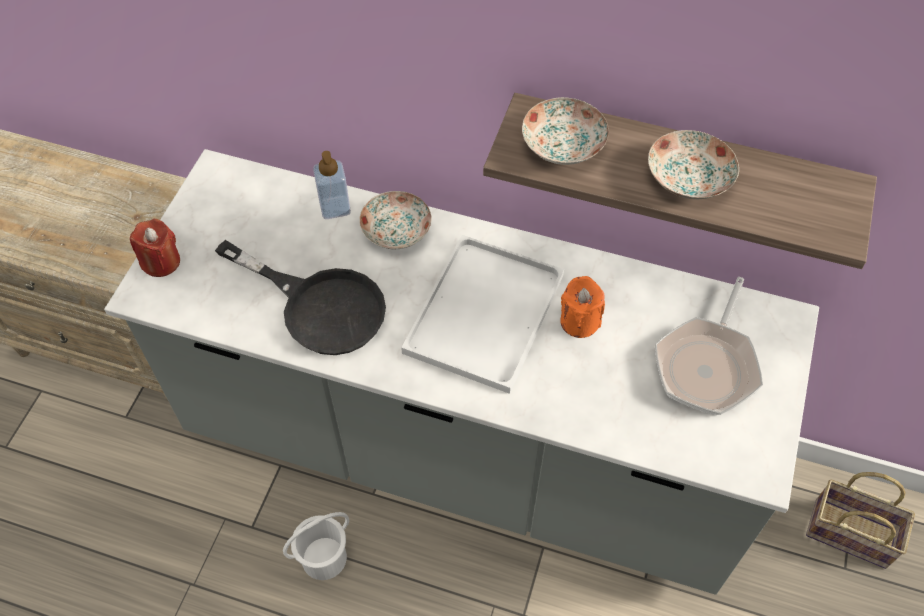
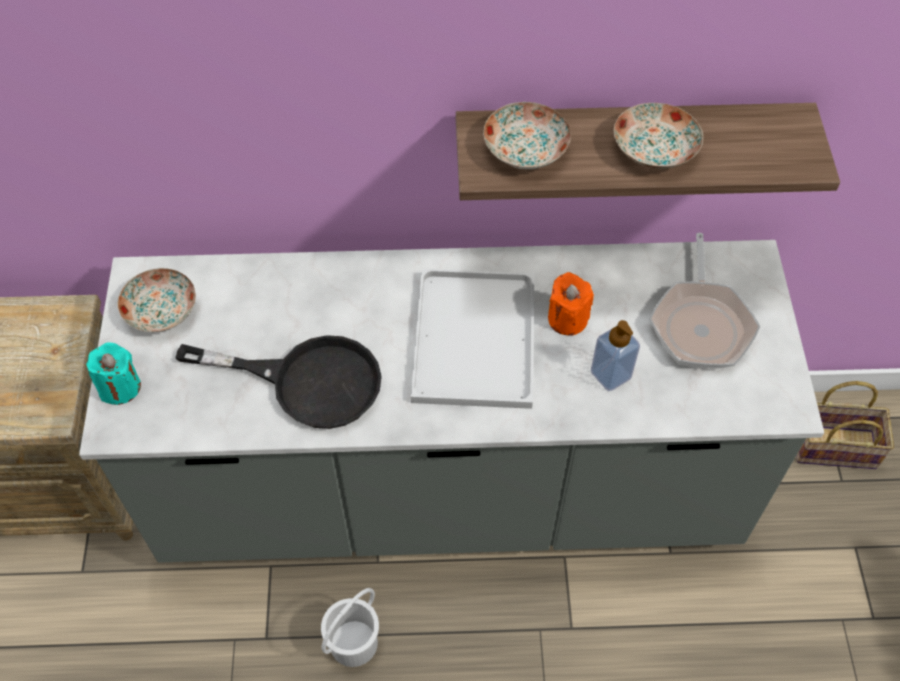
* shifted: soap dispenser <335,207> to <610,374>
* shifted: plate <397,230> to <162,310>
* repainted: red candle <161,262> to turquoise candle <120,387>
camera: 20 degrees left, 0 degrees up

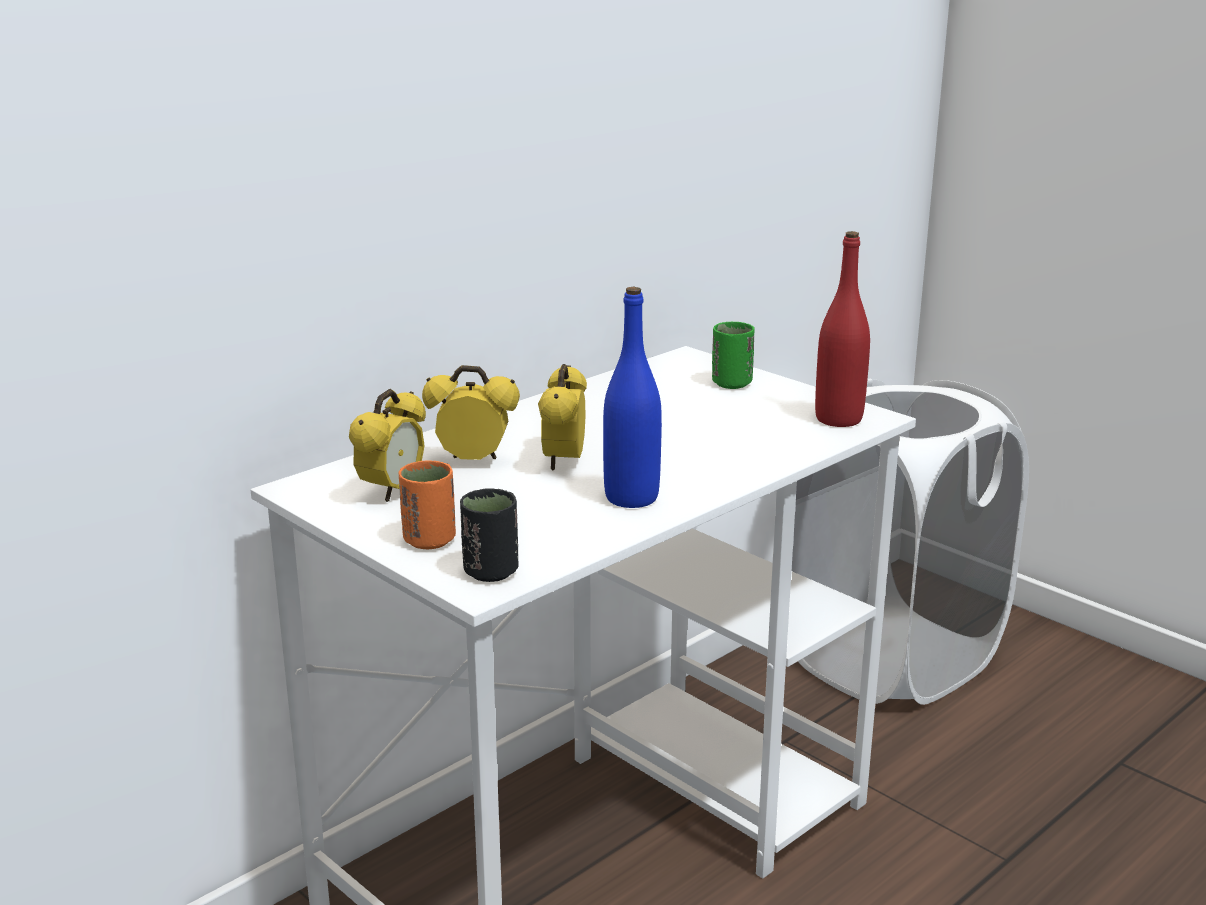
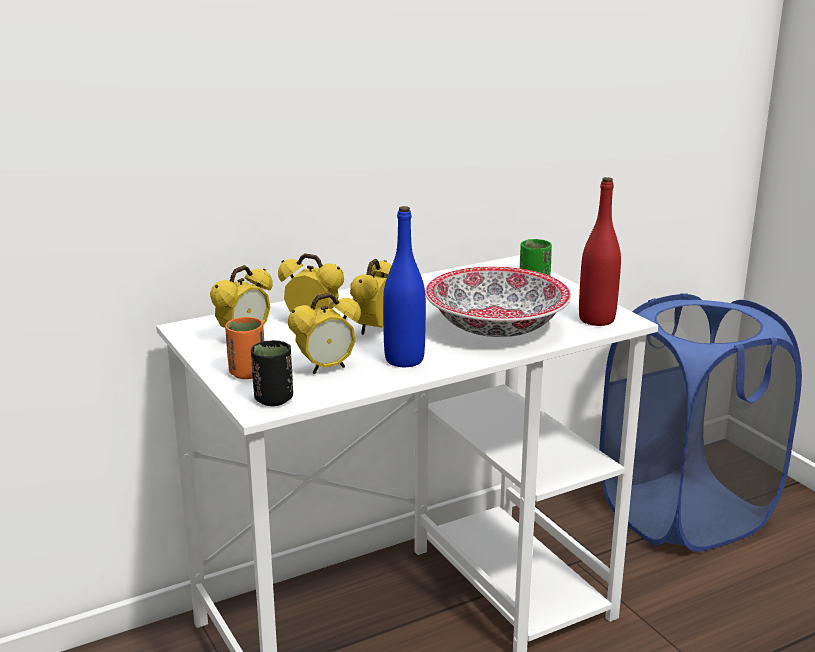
* new: alarm clock <326,368>
* new: bowl <495,327>
* repainted: white laundry basket <890,659> to blue laundry basket <685,514>
camera: 15 degrees right, 0 degrees up

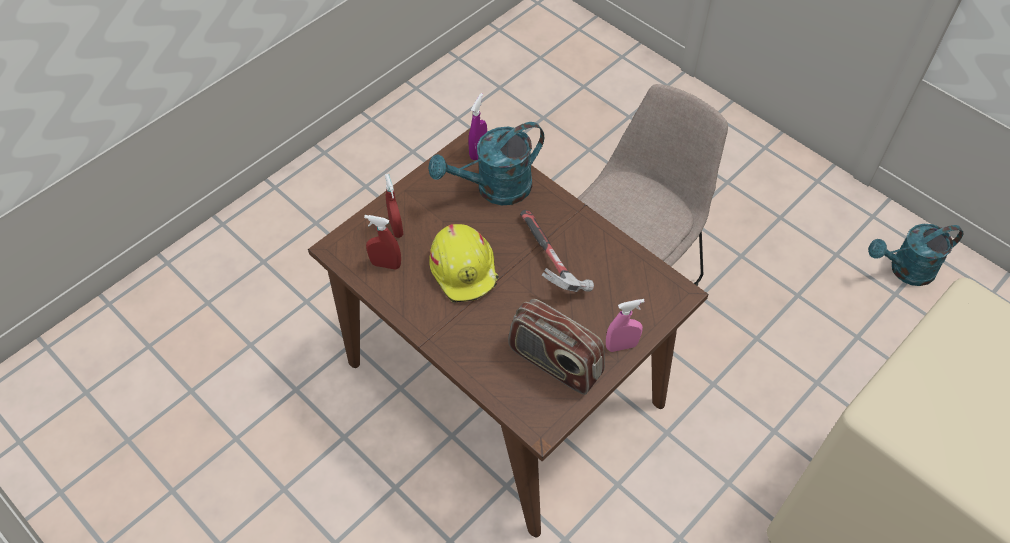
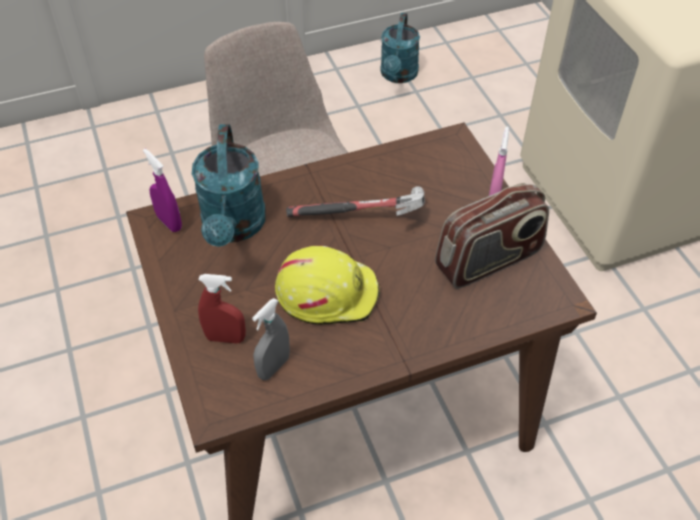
* repainted: red spray bottle <386,264> to grey spray bottle <273,367>
camera: 65 degrees left, 5 degrees down

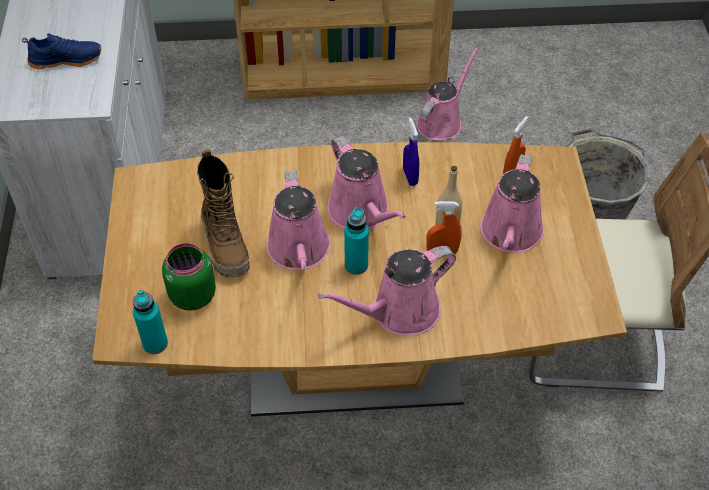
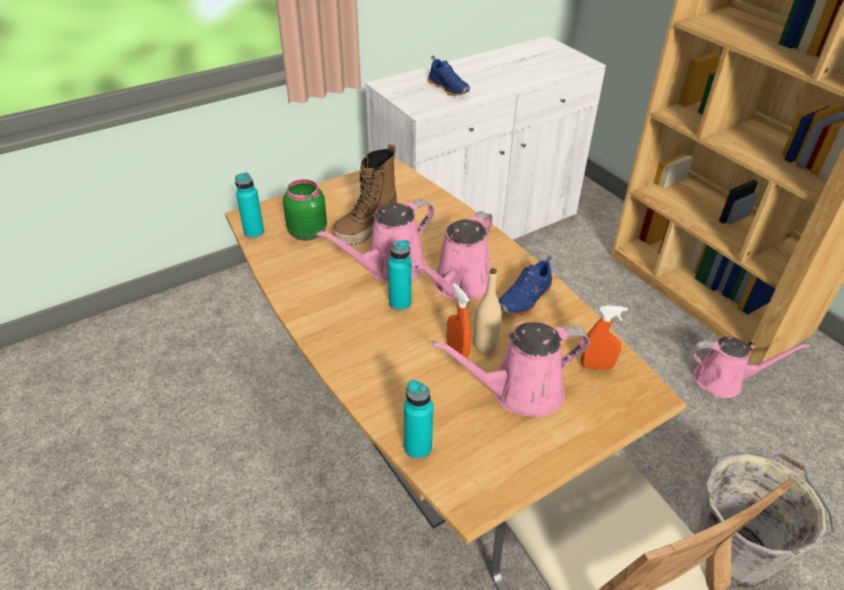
* gone: pink watering can <399,312>
* new: turquoise bottle <418,448>
* swapped: blue spray bottle <410,177> to blue shoe <526,299>
camera: 60 degrees right, 10 degrees down

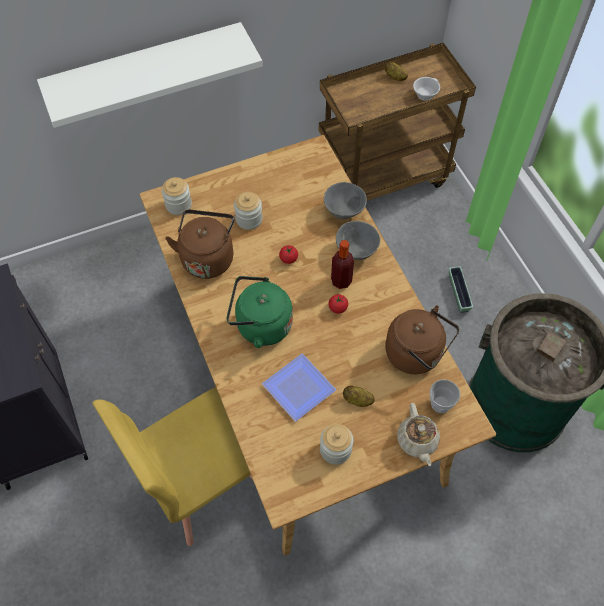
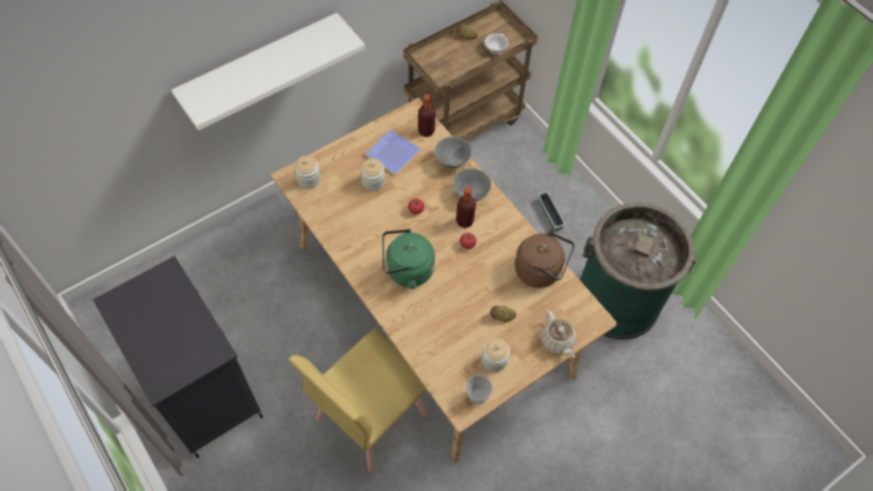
* gone: brown kettle <207,257>
* new: bottle <426,131>
* shifted: plate <296,388> to <391,153>
* shifted: cup <440,404> to <477,395>
camera: 15 degrees left, 0 degrees up

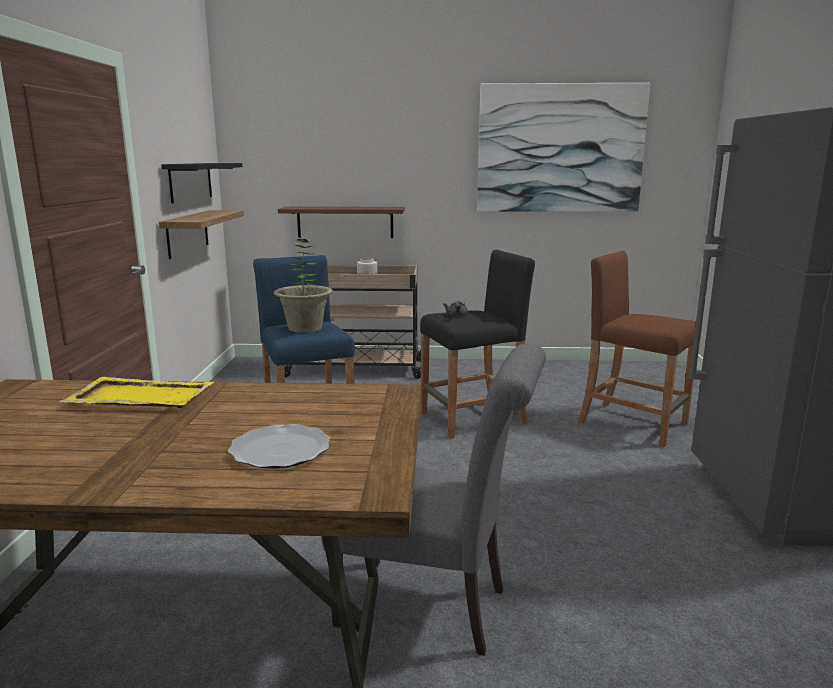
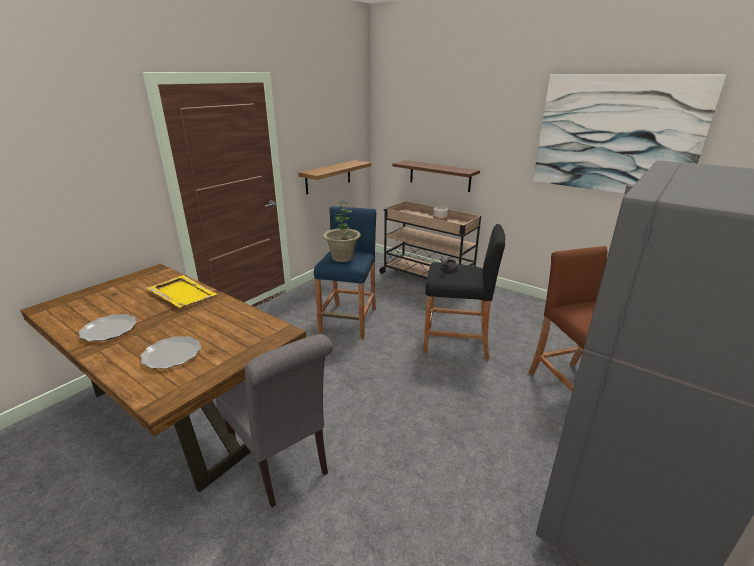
* gone: black shelf <190,181>
* new: plate <109,330>
camera: 35 degrees right, 10 degrees up

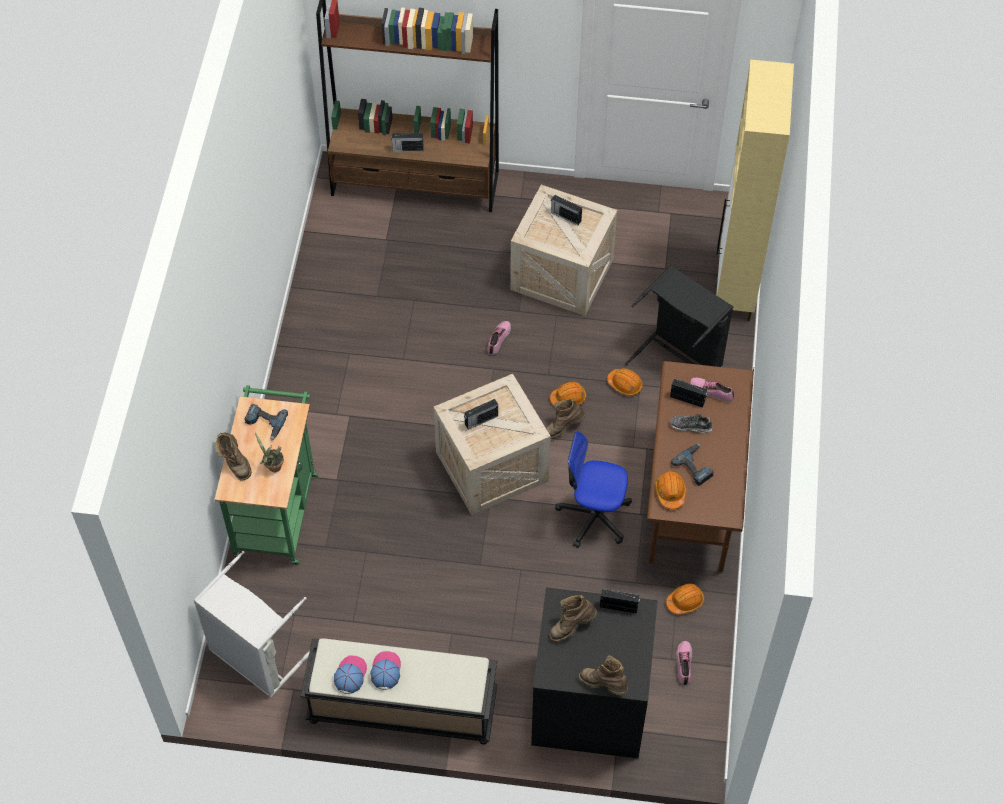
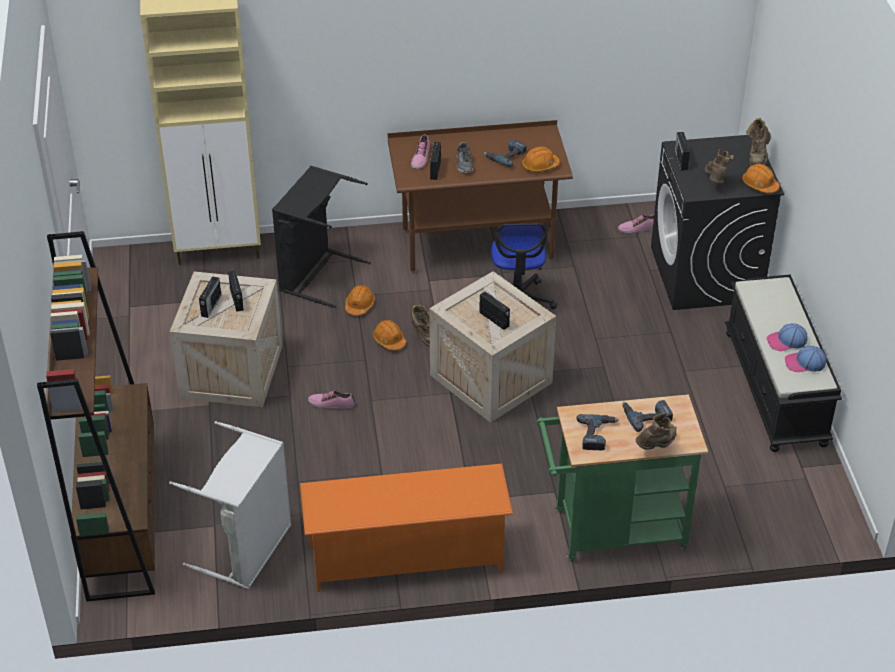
* new: orange shoe rack <406,558>
* shifted: grey laundry basket <255,657> to <248,550>
* shifted: radio <407,149> to <236,300>
* shifted: orange hard hat <685,601> to <759,185>
* swapped: potted plant <272,466> to power drill <646,416>
* rotated: brown boot <571,627> = <715,181> 135 degrees counterclockwise
camera: 105 degrees left, 15 degrees down

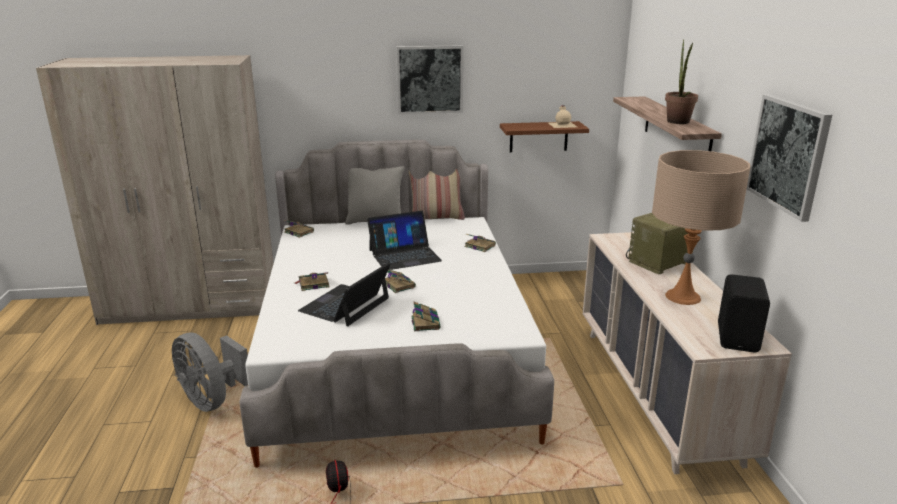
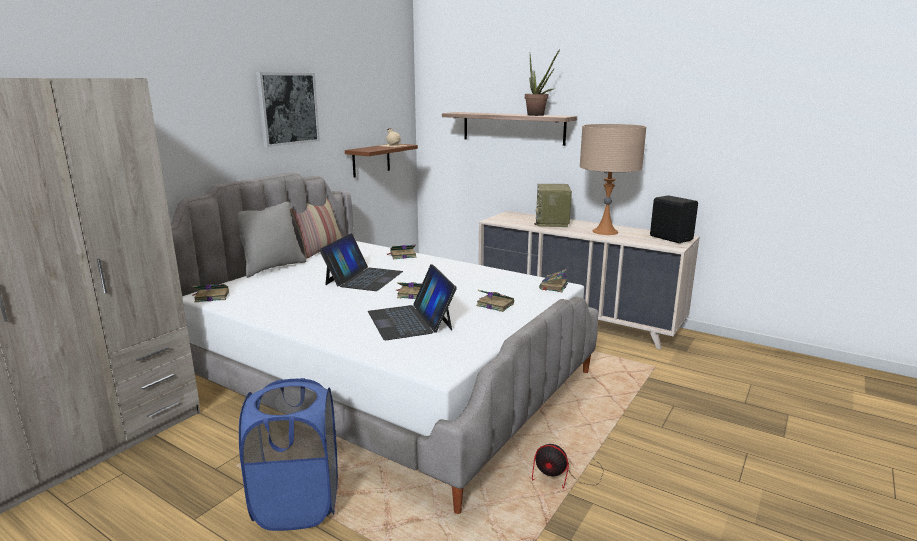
* gone: picture <788,155>
* shifted: book <313,284> to <553,286>
* swapped: grey fan <212,400> to blue laundry basket <297,504>
camera: 50 degrees left, 5 degrees down

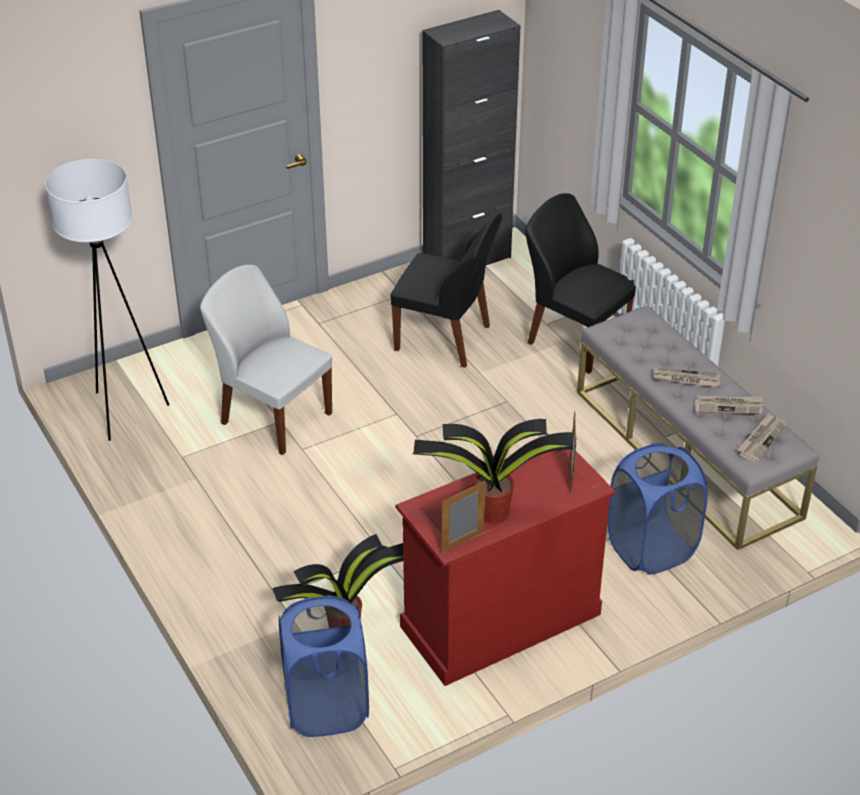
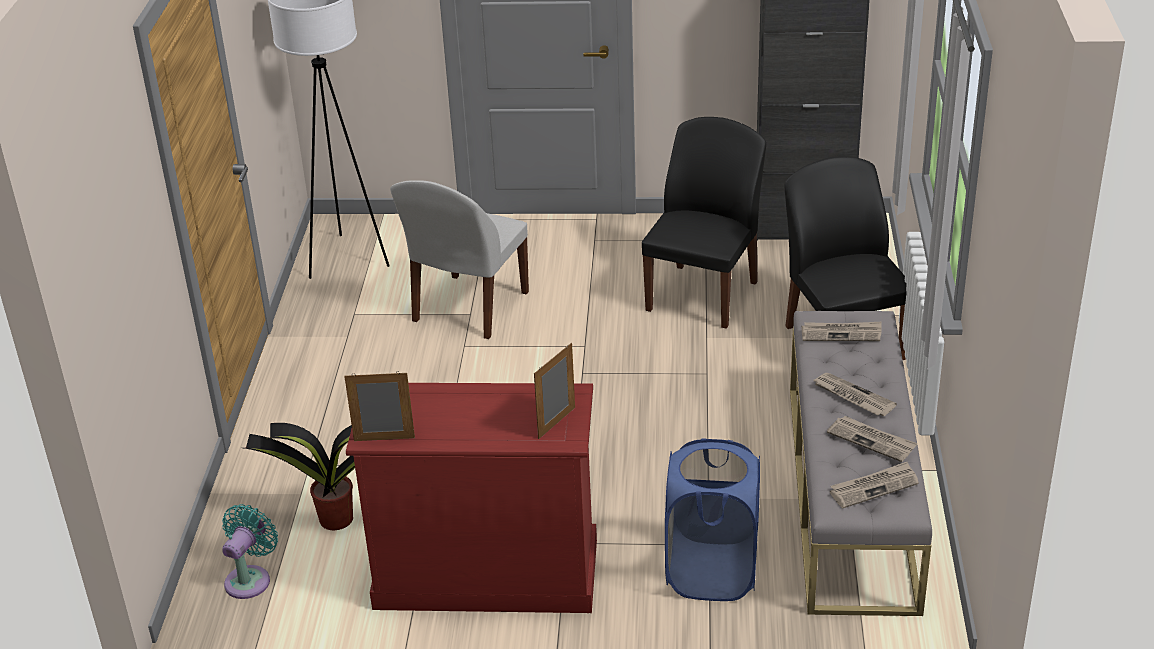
* gone: potted plant <490,512>
* new: newspaper <841,333>
* swapped: blue laundry basket <326,707> to turquoise fan <250,579>
* rotated: white chair <274,417> = <468,309> 135 degrees counterclockwise
* rotated: black chair <445,339> = <703,294> 120 degrees counterclockwise
camera: 35 degrees right, 5 degrees down

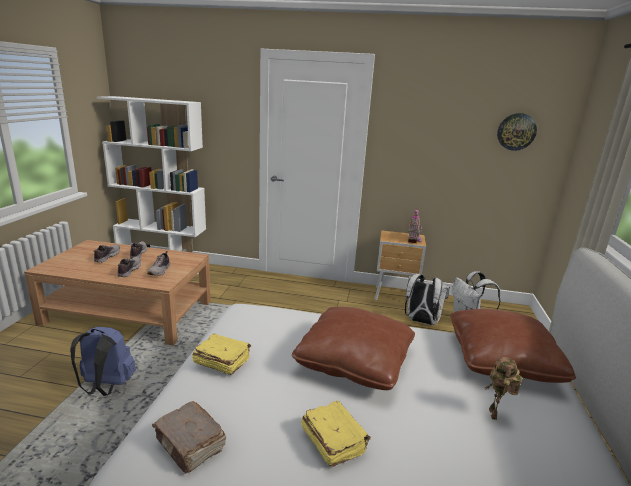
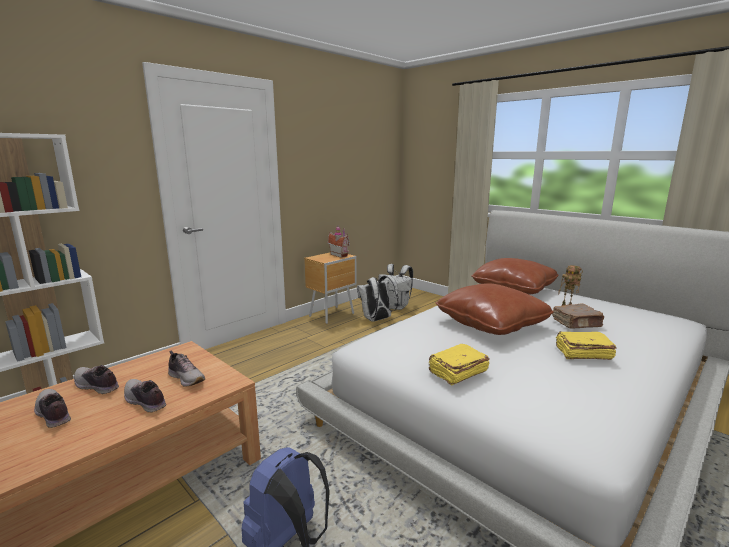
* gone: wall clock <516,132>
* shifted: brown book <190,445> to <577,324>
camera: 55 degrees left, 5 degrees down

